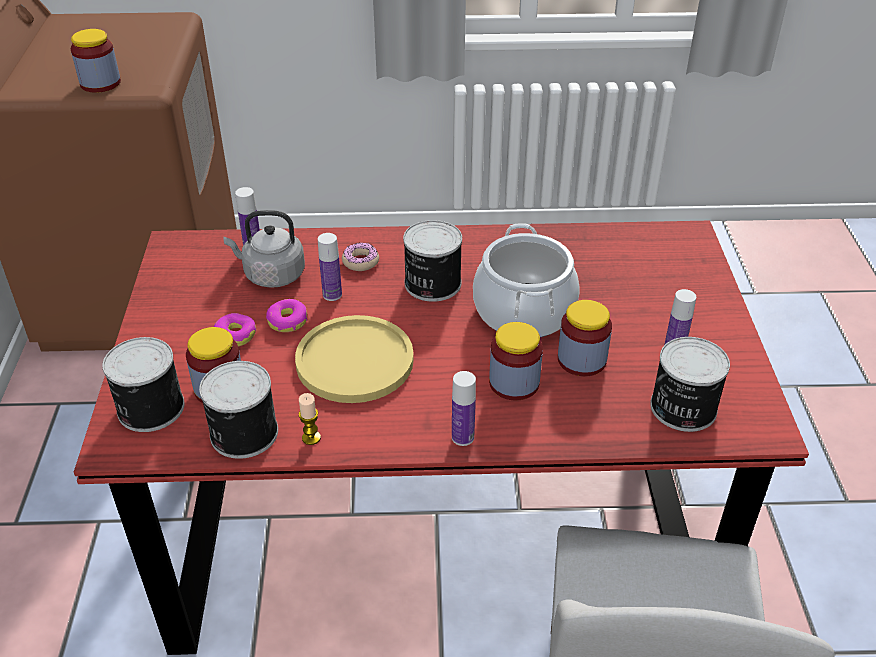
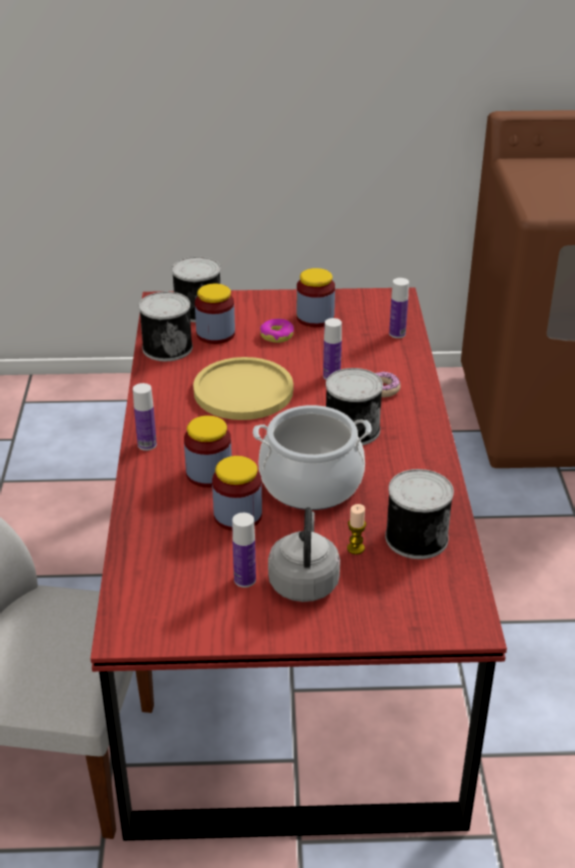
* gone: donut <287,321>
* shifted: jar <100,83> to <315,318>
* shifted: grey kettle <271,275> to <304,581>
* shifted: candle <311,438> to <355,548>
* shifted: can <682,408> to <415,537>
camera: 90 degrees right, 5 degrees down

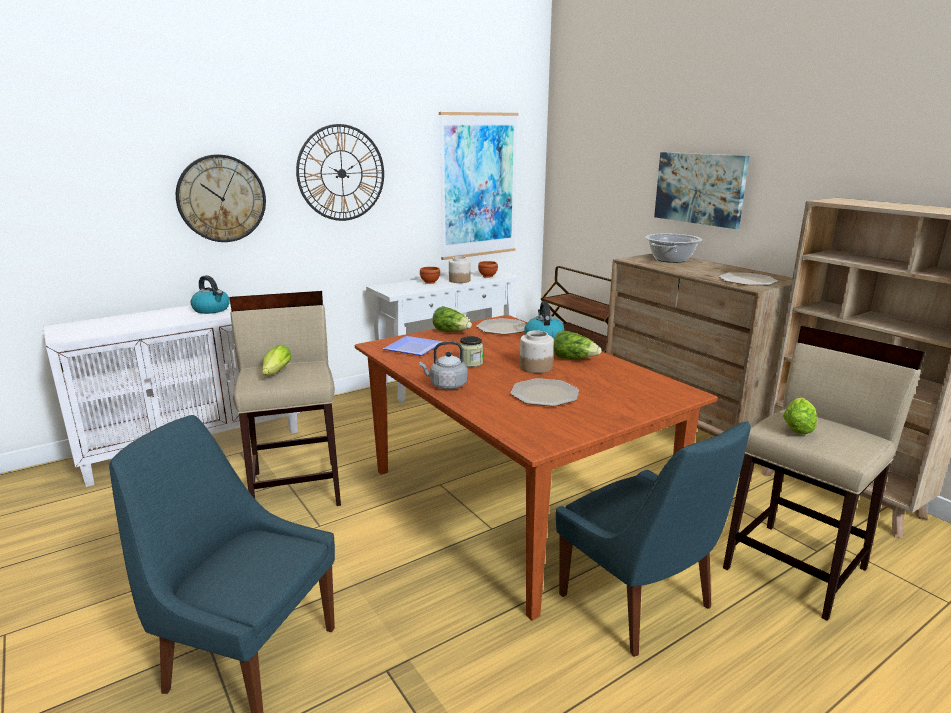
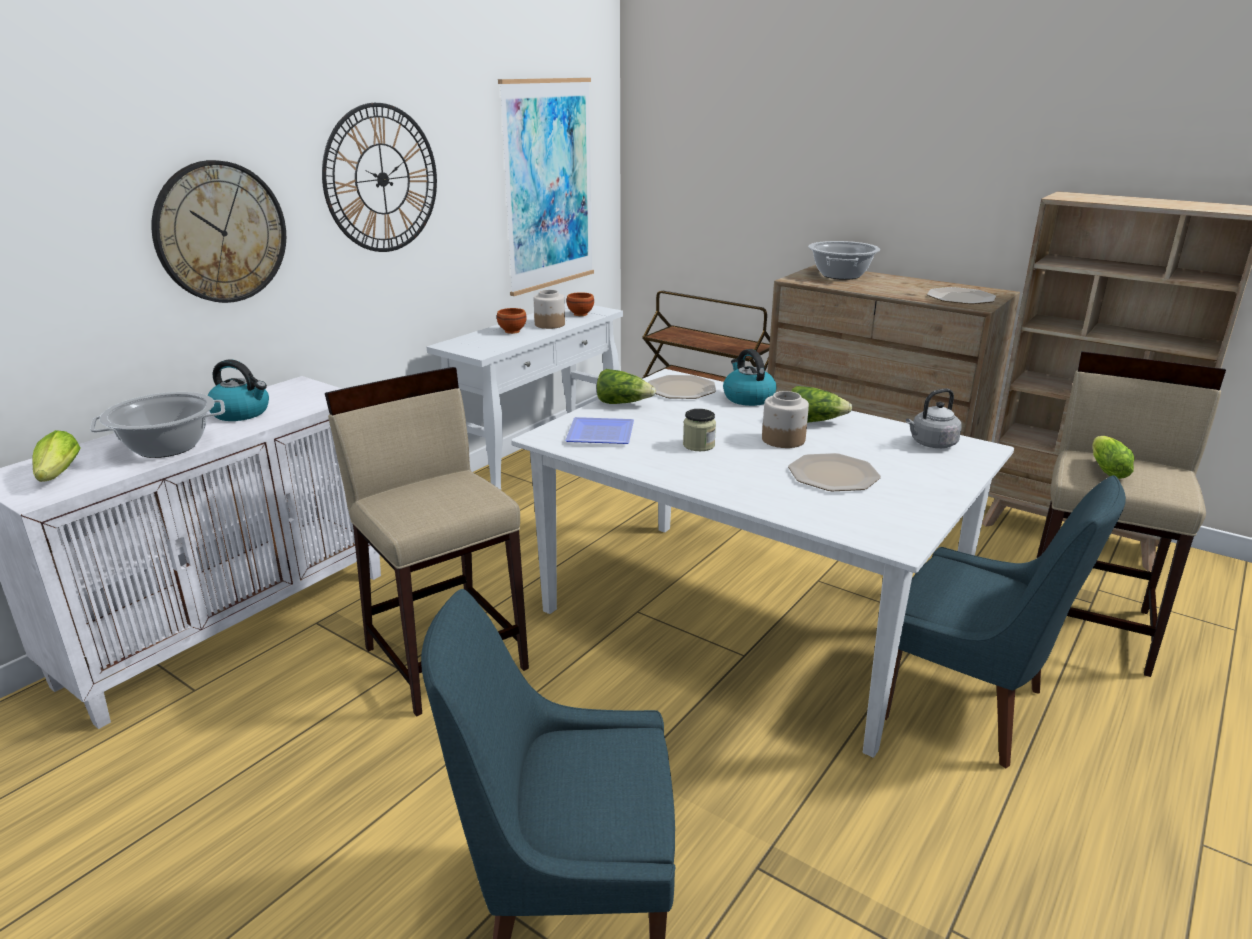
* gone: picture <700,188>
* new: cooking pot <167,446>
* shifted: lettuce <275,374> to <57,477>
* shifted: grey kettle <446,385> to <931,444>
* repainted: brown dining table <515,505> to white dining table <749,619>
camera: 20 degrees left, 5 degrees up

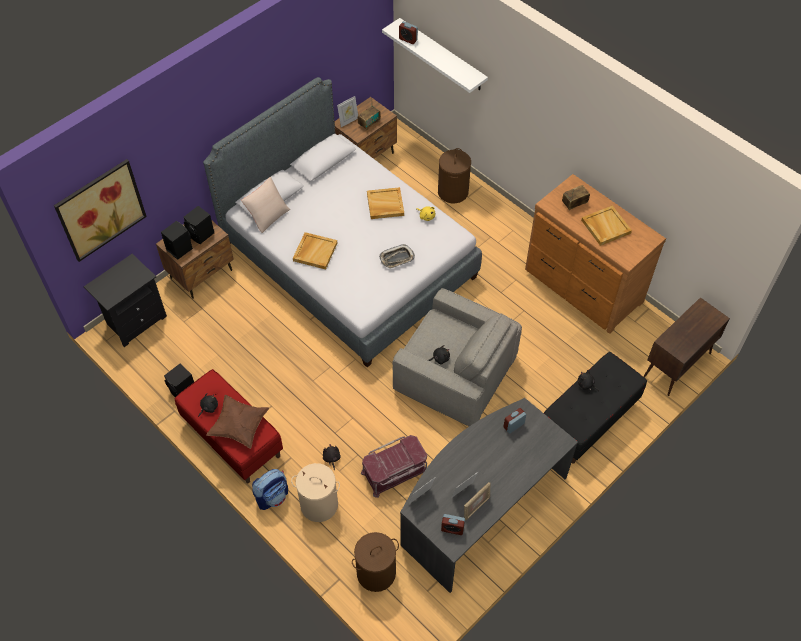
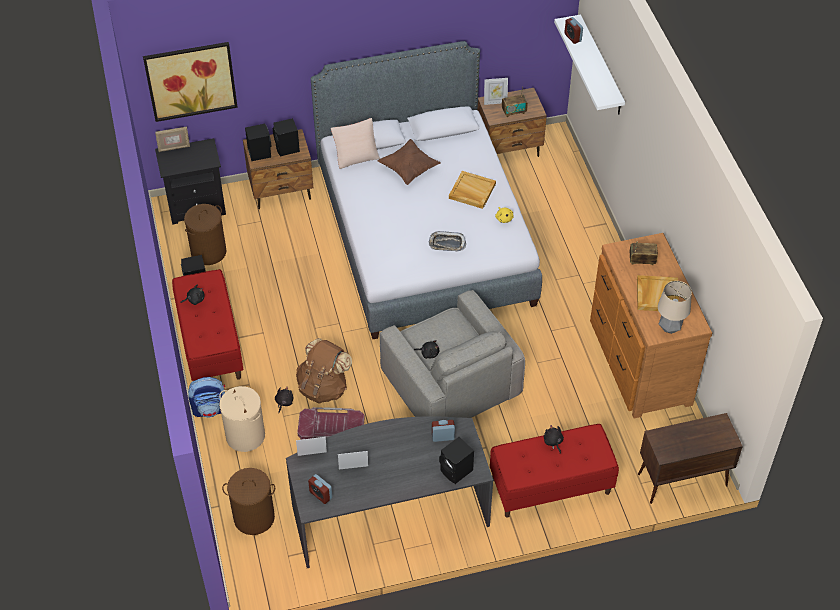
* gone: beige tray <315,251>
* new: brown backpack <323,387>
* new: black speaker <457,471>
* new: table lamp <669,328>
* shifted: brown pillow <239,426> to <409,169>
* shifted: brown laundry basket <453,192> to <208,252>
* shifted: picture frame <476,507> to <174,148>
* repainted: black bench <588,420> to red bench <550,486>
camera: 30 degrees right, 5 degrees down

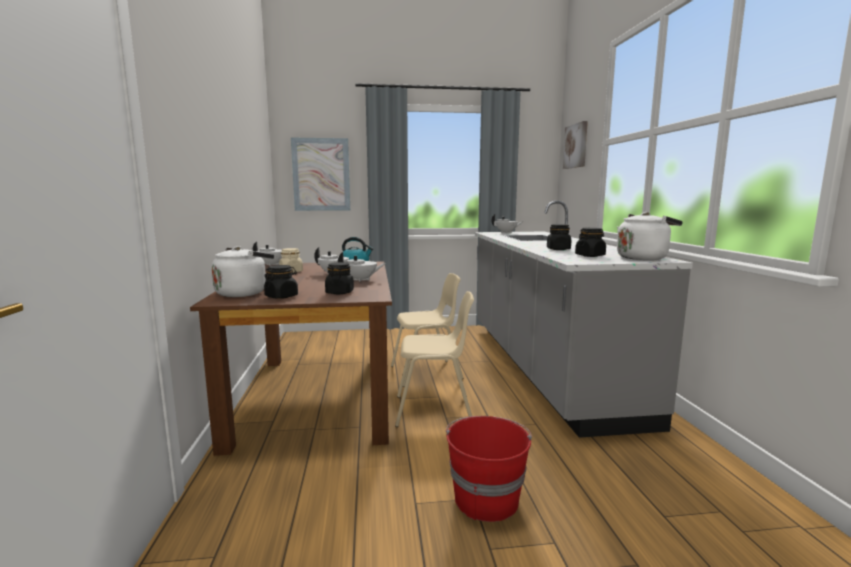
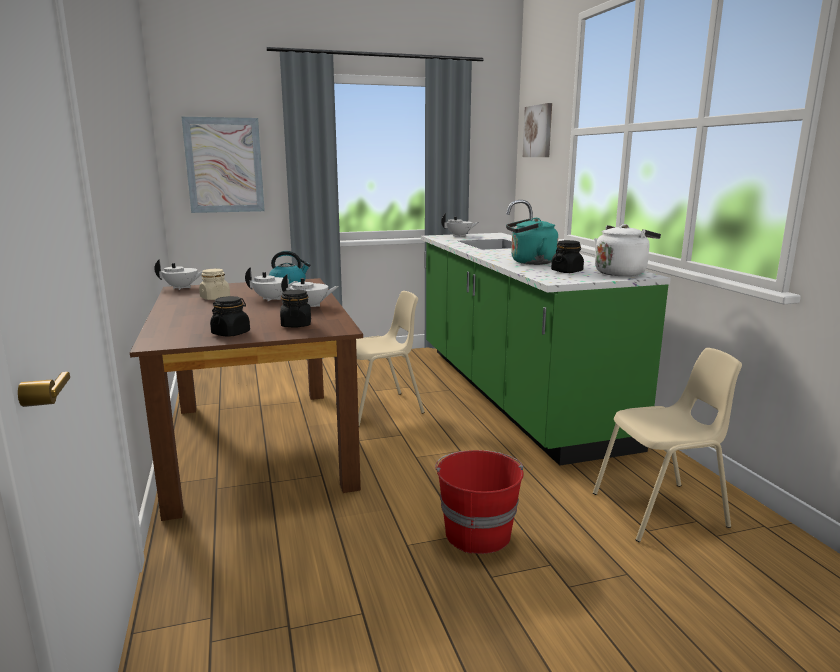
* gone: white kettle <244,293>
* shifted: beige chair <434,410> to <661,511>
* swapped: black jar <558,249> to turquoise kettle <530,262>
* repainted: grey counter <545,366> to green counter <512,392>
camera: 10 degrees left, 5 degrees up

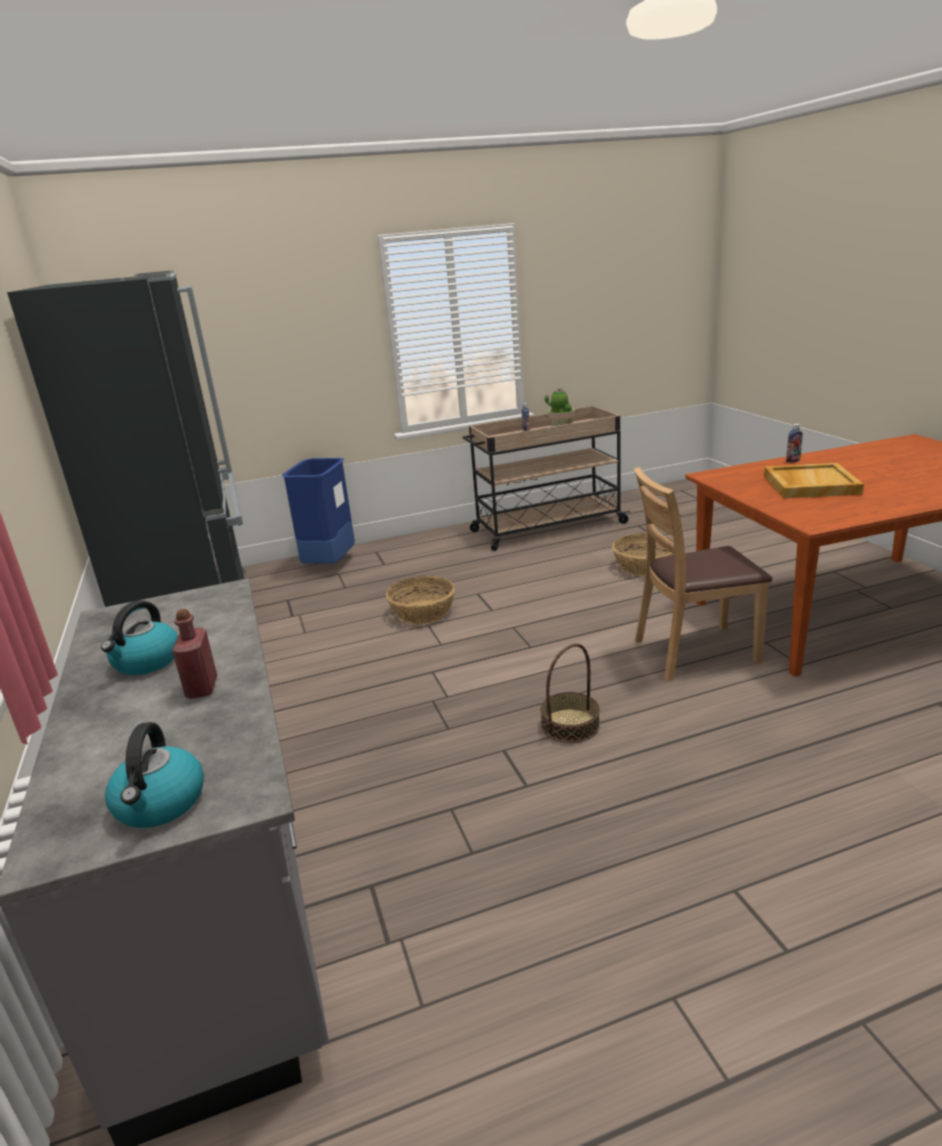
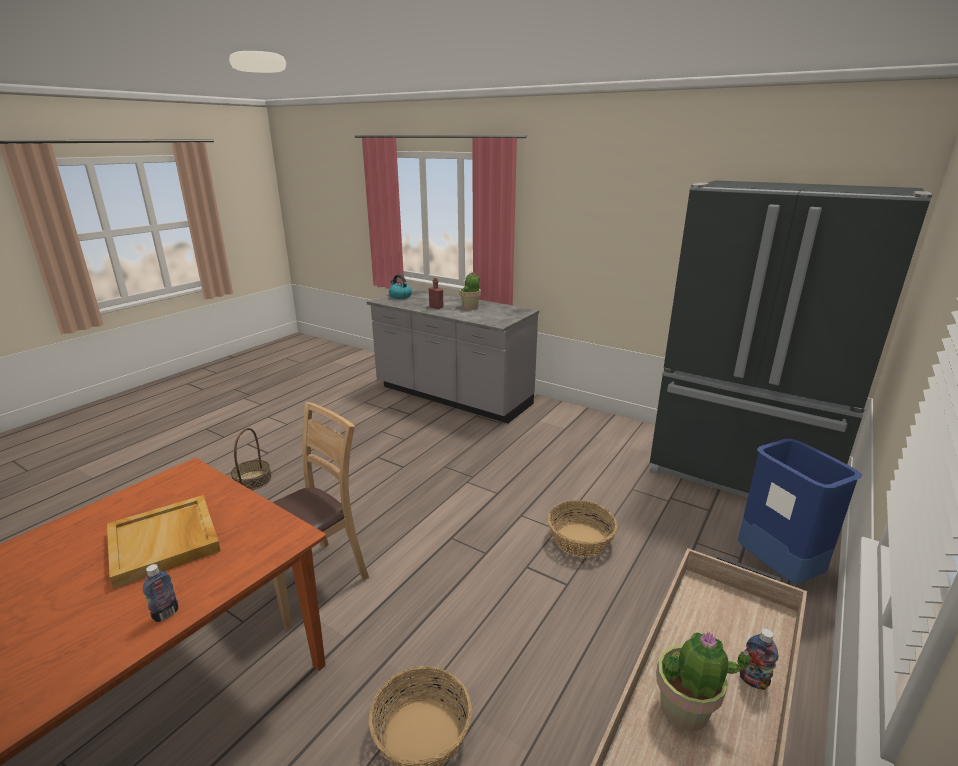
* shifted: basket <570,725> to <252,480>
* swapped: kettle <146,662> to potted plant <470,307>
camera: 140 degrees right, 0 degrees up

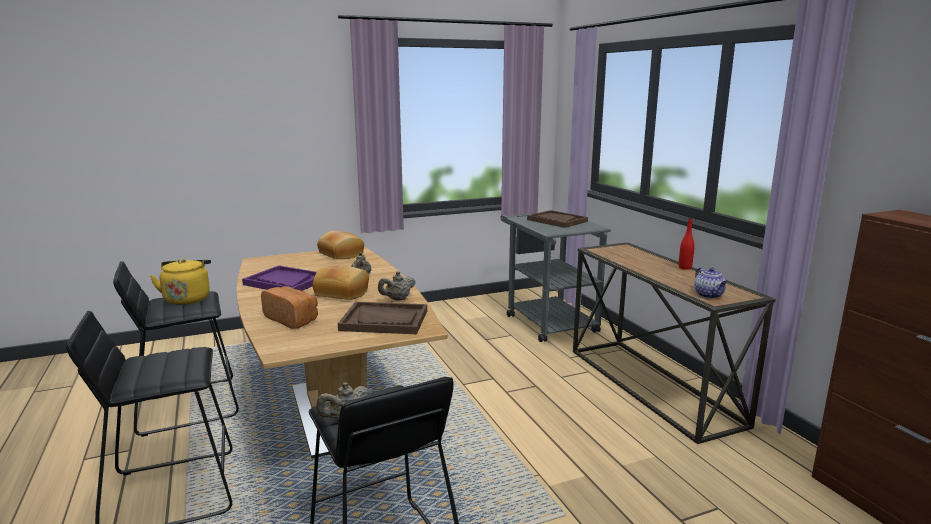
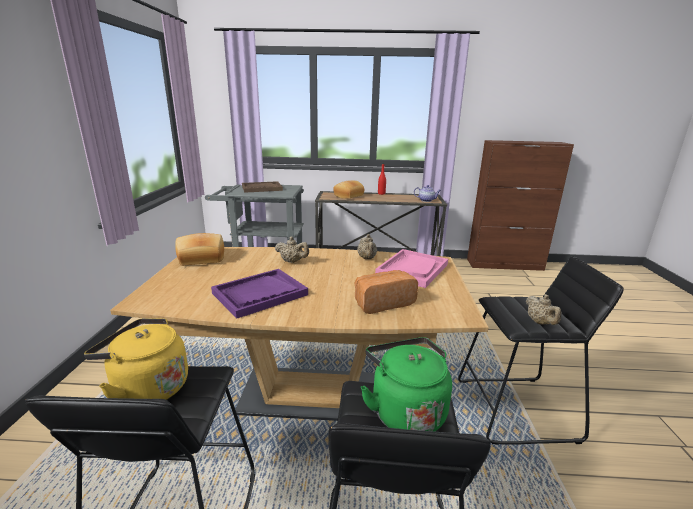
* new: green kettle <405,410>
* shifted: bread <342,292> to <348,195>
* repainted: brown tray <384,320> to pink tray <412,269>
camera: 65 degrees left, 5 degrees up

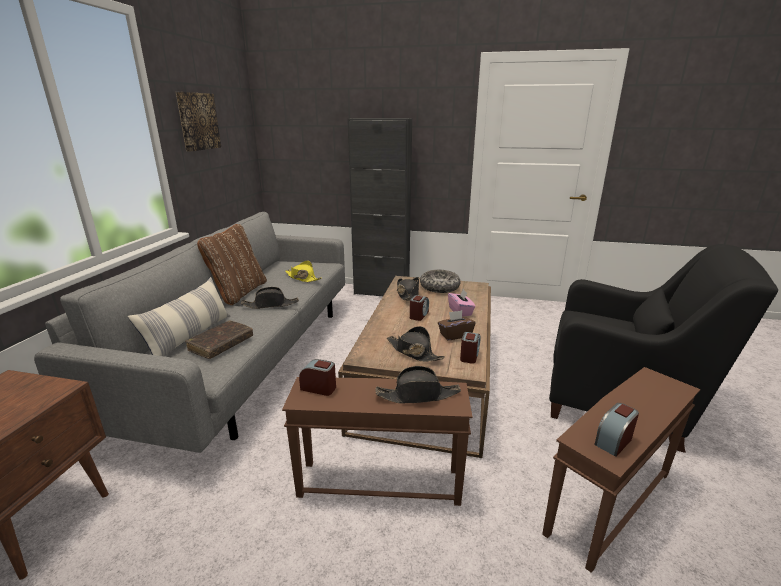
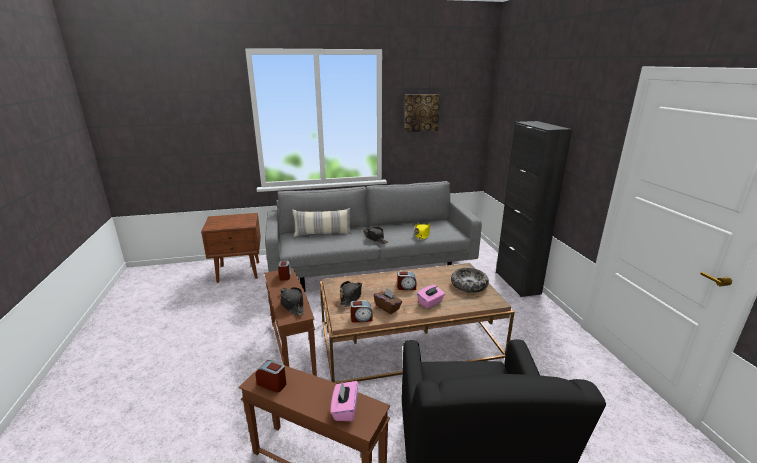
* gone: brown book <221,344>
* gone: brown pillow <239,292>
* gone: black hat <408,294>
* new: pink tissue box <345,409>
camera: 65 degrees right, 0 degrees up

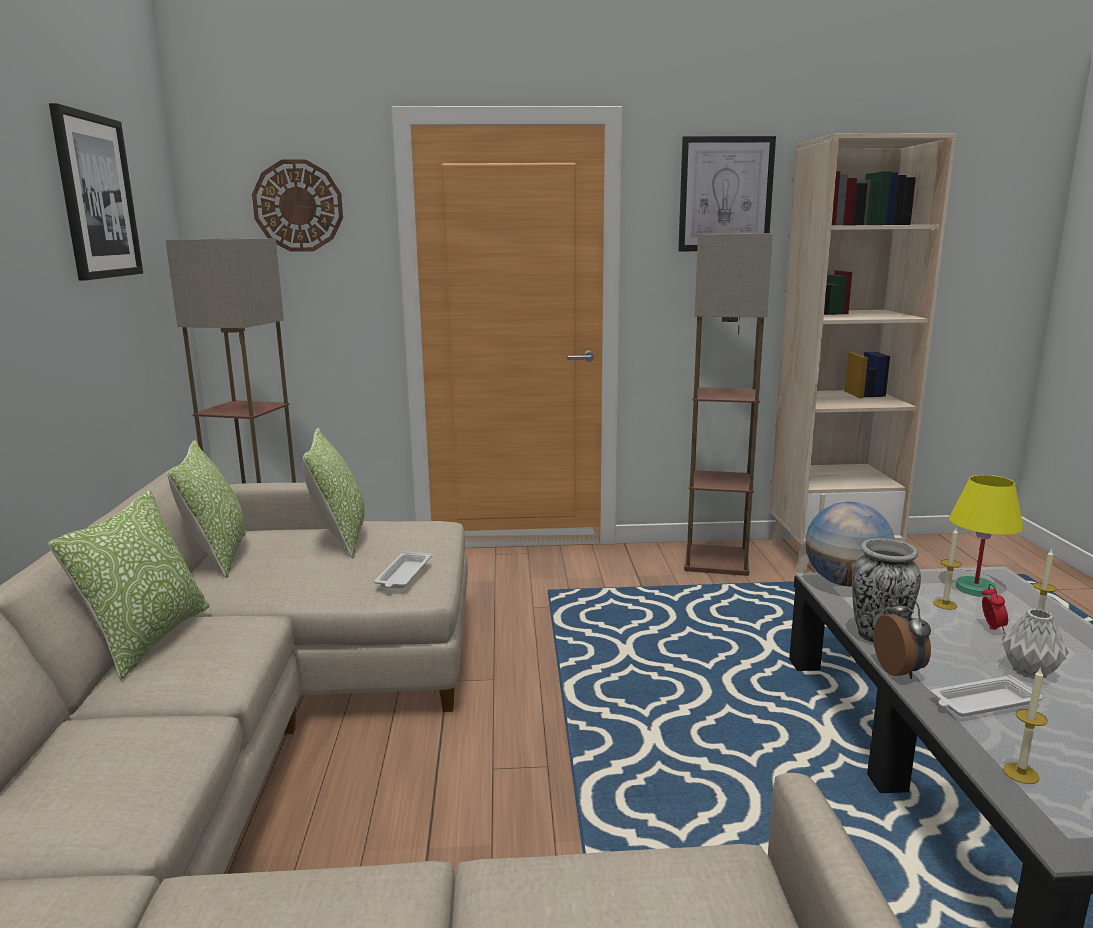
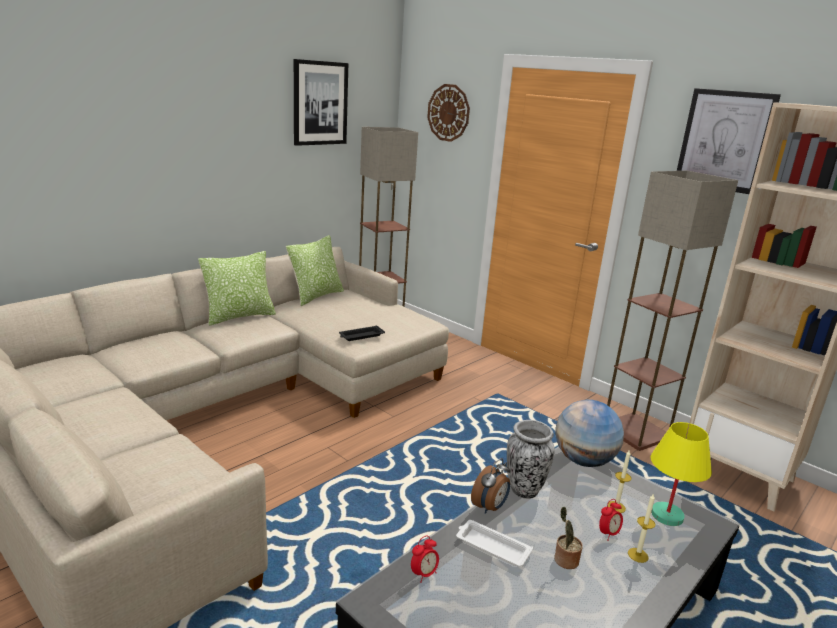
* gone: pillow <340,538>
* swapped: grey vase <1029,671> to potted plant <564,560>
* swapped: candle <1021,773> to alarm clock <424,574>
* repainted: white tray <403,575> to black tray <361,336>
camera: 45 degrees right, 5 degrees up

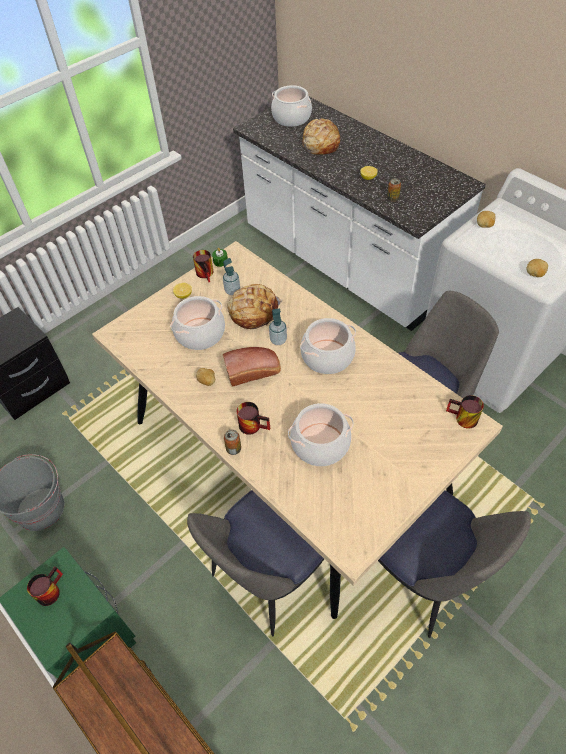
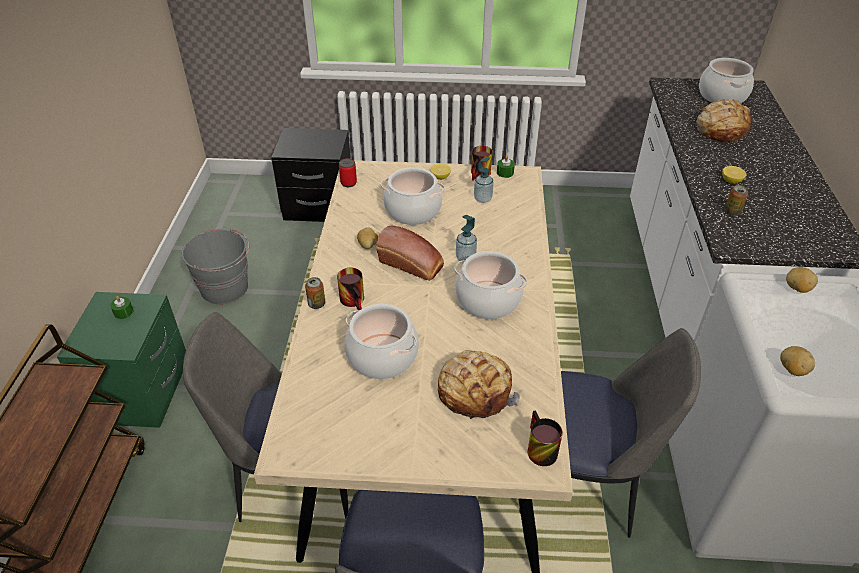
* new: can <348,183>
* shifted: bread <253,311> to <475,391>
* swapped: mug <49,589> to green candle <123,312>
camera: 45 degrees right, 10 degrees down

